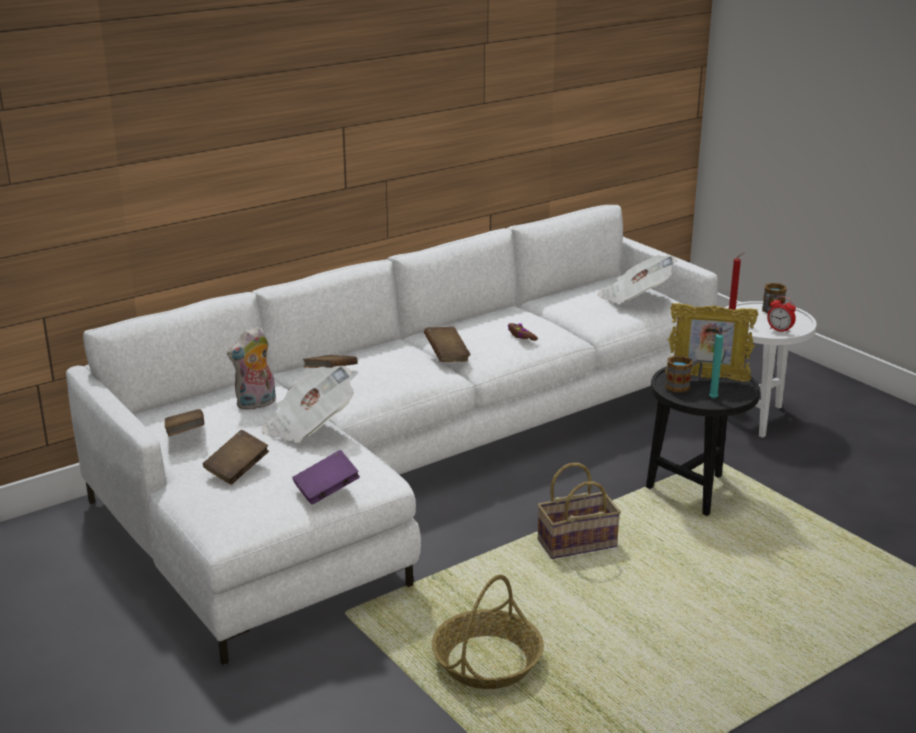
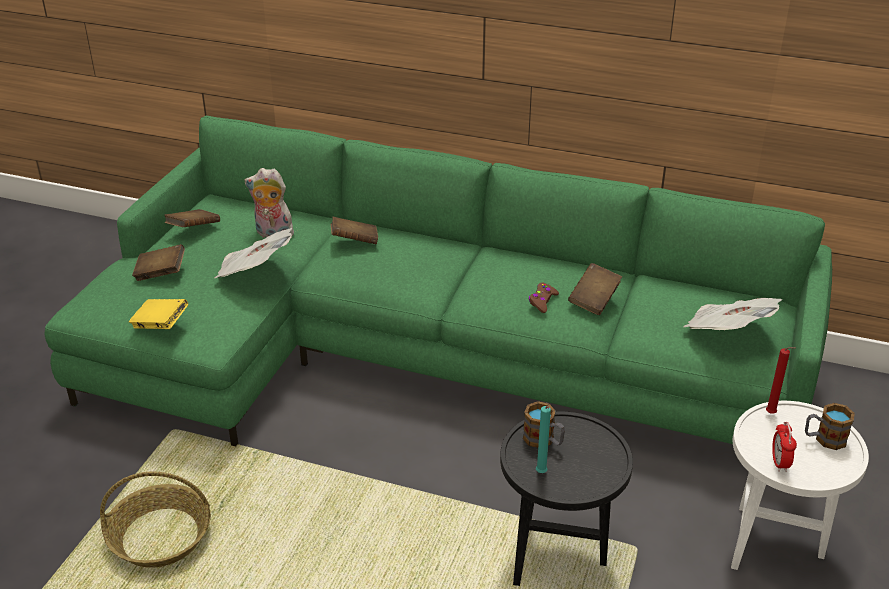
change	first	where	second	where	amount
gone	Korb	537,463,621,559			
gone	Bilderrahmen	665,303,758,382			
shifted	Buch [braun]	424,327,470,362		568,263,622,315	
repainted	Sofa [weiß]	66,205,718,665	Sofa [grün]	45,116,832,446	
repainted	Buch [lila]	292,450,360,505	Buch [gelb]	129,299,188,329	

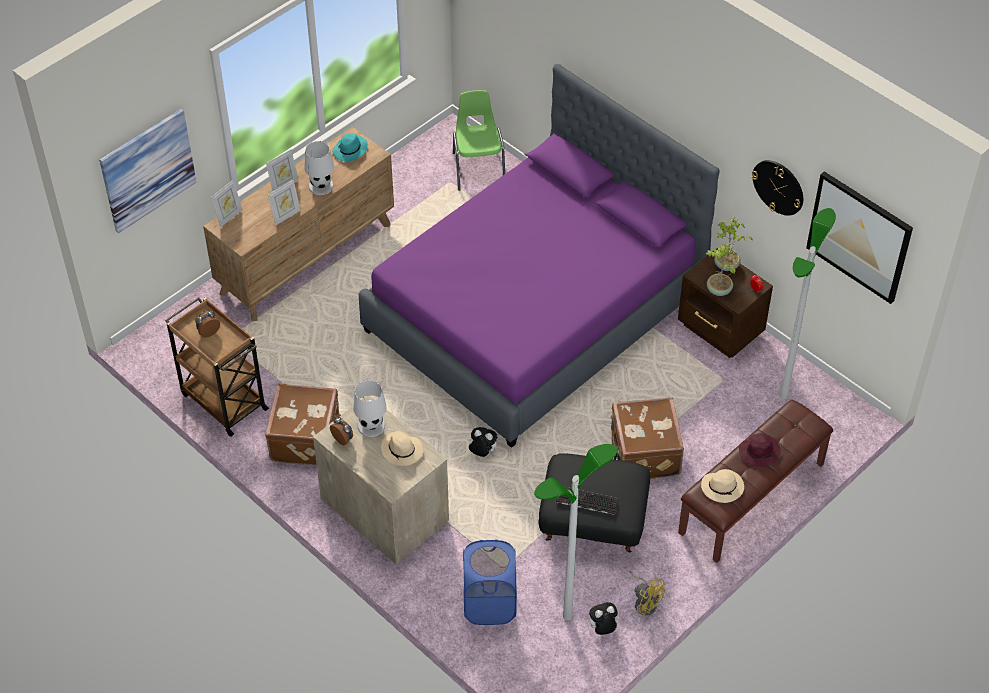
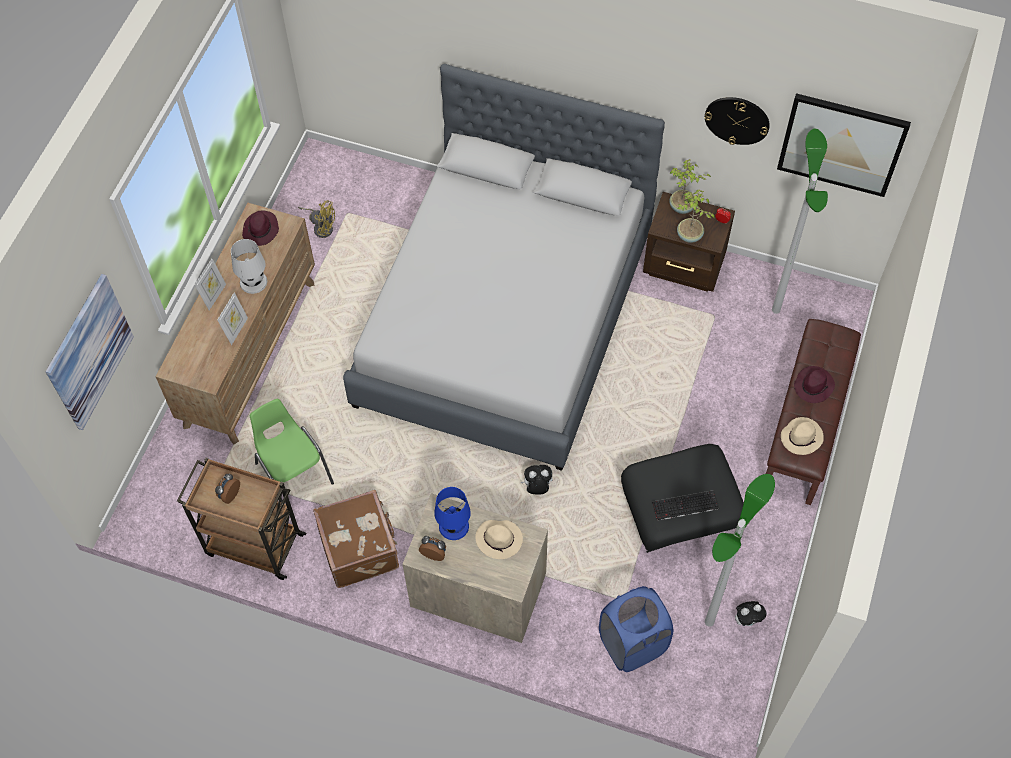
change	first	where	second	where	amount
gone	Bilderrahmen	211,180,242,227			
gone	Koffer [braun]	611,397,684,479			
shifted	Stuhl [grün]	453,90,505,191		250,399,334,502	
shifted	Ventilator [gelb]	629,571,666,616		298,200,335,238	
repainted	Hut [türkis]	332,133,368,162	Hut [lila]	242,210,279,246	
repainted	Tischlampe [weiß]	353,380,387,437	Tischlampe [blau]	434,487,471,540	
repainted	Bett [lila]	359,64,720,448	Bett [grau]	343,64,665,471	
rotated	Plüschtier	586,602,618,635		735,601,766,626	150 degrees counterclockwise

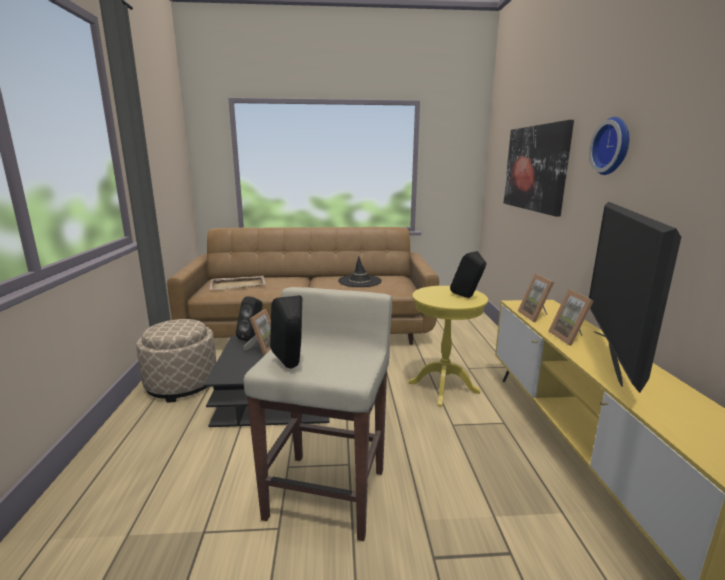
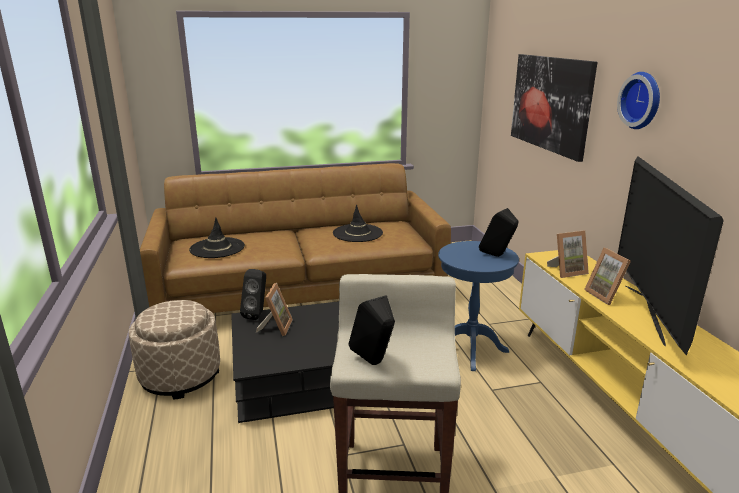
change	first	where	second	where	amount
swapped	Tablett [beige]	209,276,266,290	Hut [schwarz]	189,217,245,258	
repainted	Beistelltisch [gelb]	408,286,488,407	Beistelltisch [blau]	438,241,519,371	
rotated	Bilderrahmen	518,274,554,322		547,231,589,278	90 degrees counterclockwise

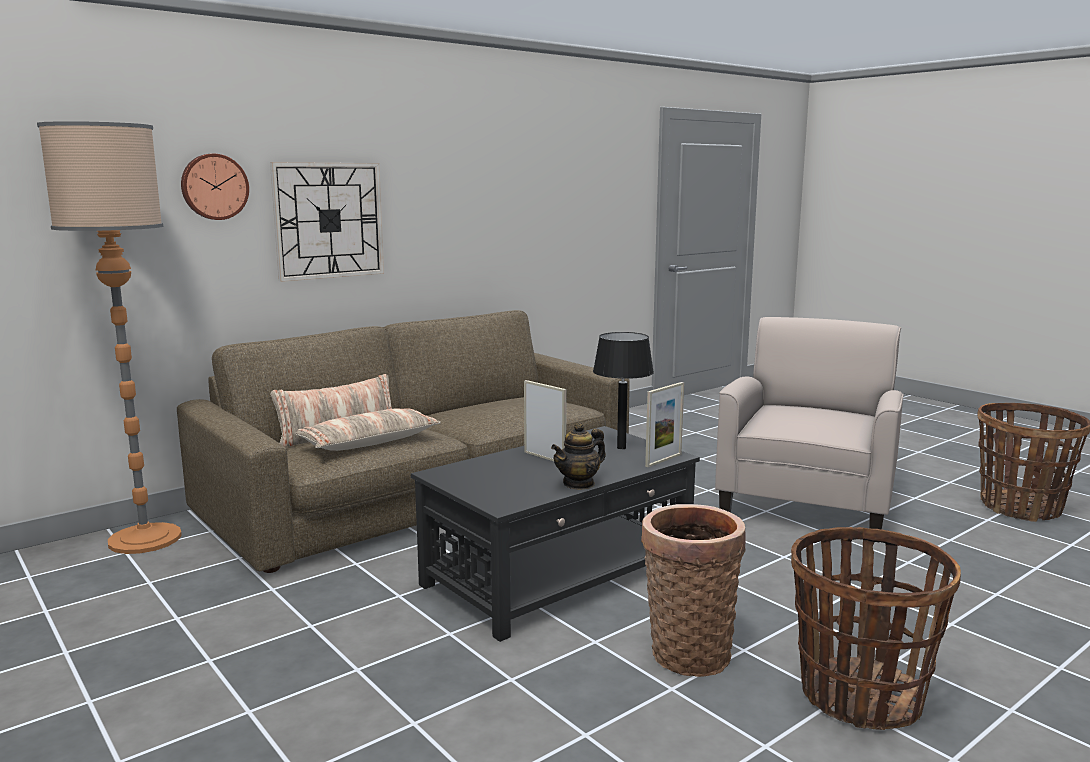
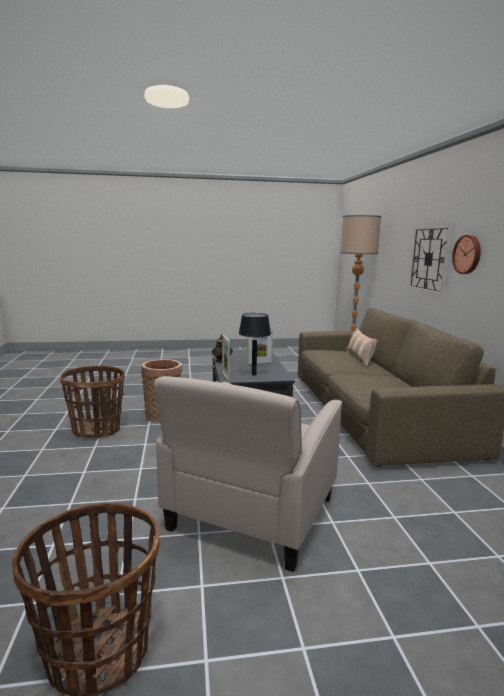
change	first	where	second	where	amount
gone	Kissen	295,408,441,451			
shifted	Wanduhr	181,154,249,220		452,235,481,274	
rotated	Sessel [beige]	715,317,904,542		155,376,342,572	60 degrees clockwise

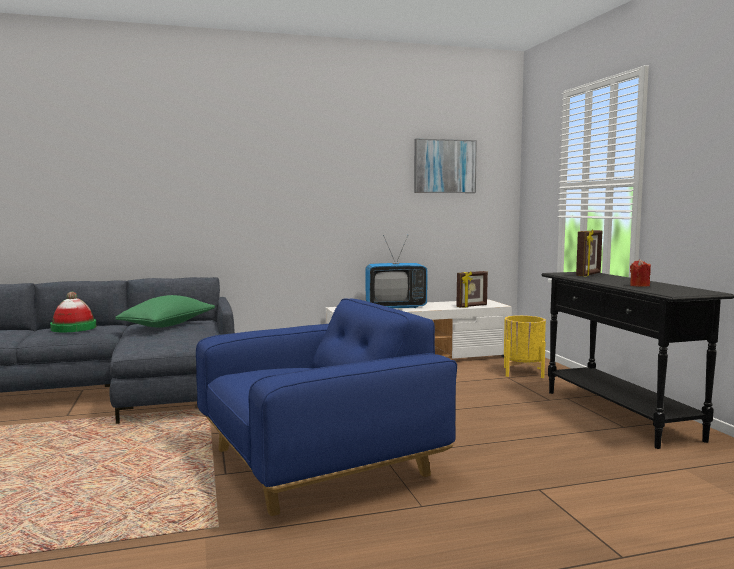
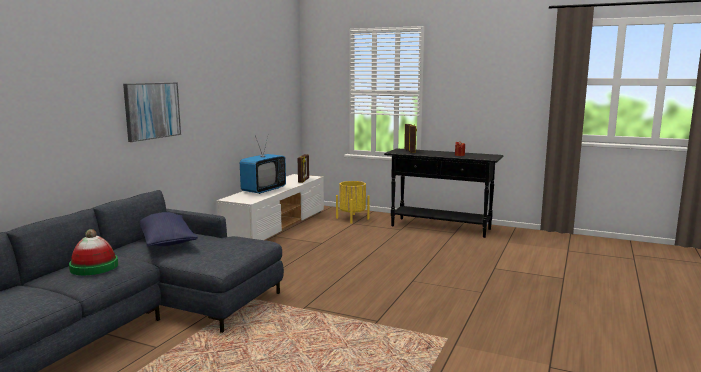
change	first	where	second	where	amount
gone	Sessel [blau]	196,298,457,516			
shifted	Bild	414,139,477,193		123,82,181,142	
repainted	Kissen [grün]	115,295,215,328	Kissen [blau]	140,212,198,246	

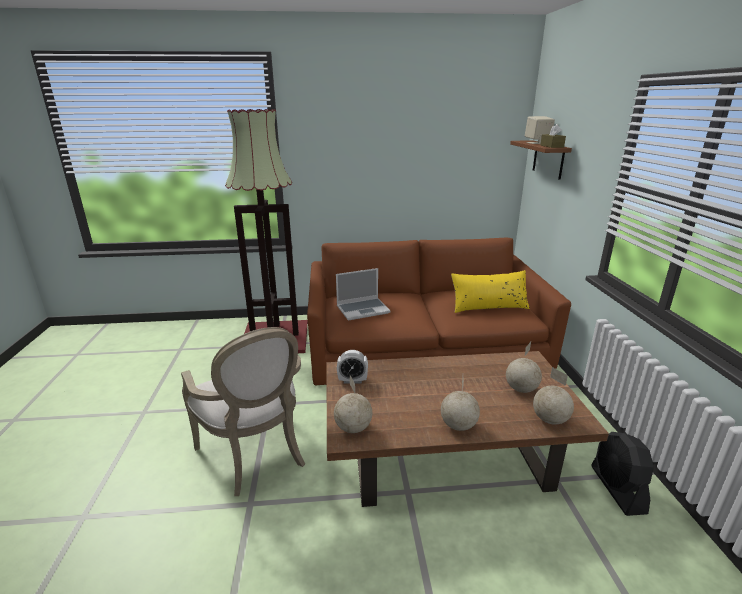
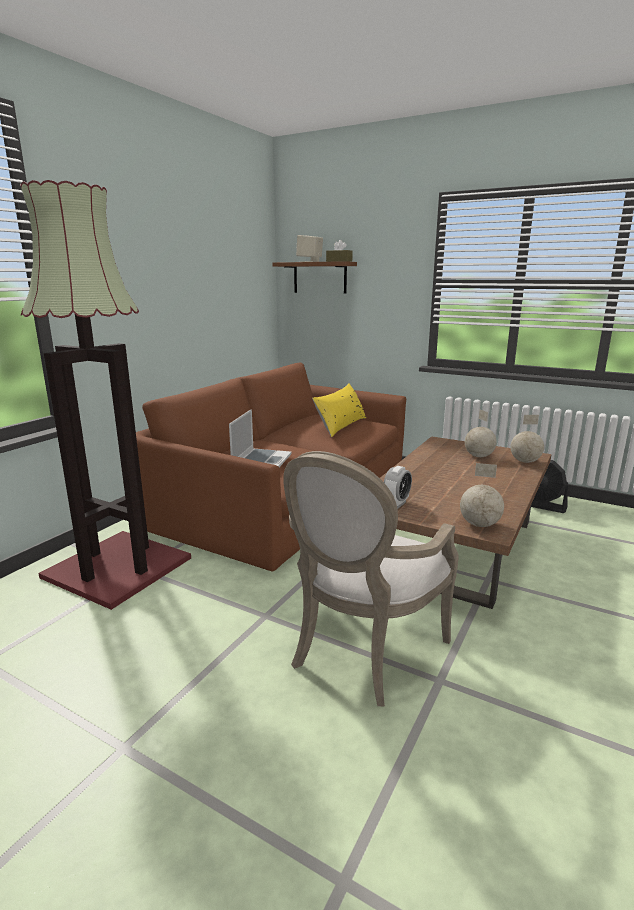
change	first	where	second	where	amount
gone	Globus	441,377,480,431			
rotated	Sessel	181,327,305,496		283,451,459,707	120 degrees clockwise

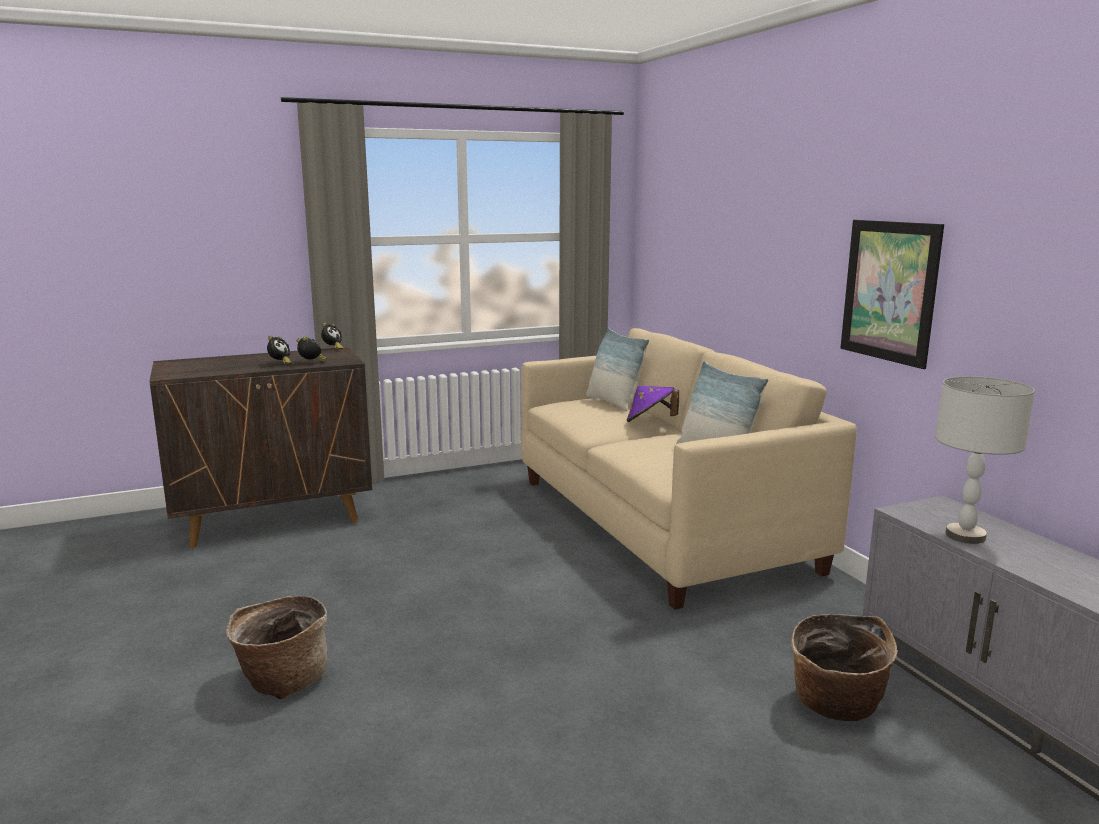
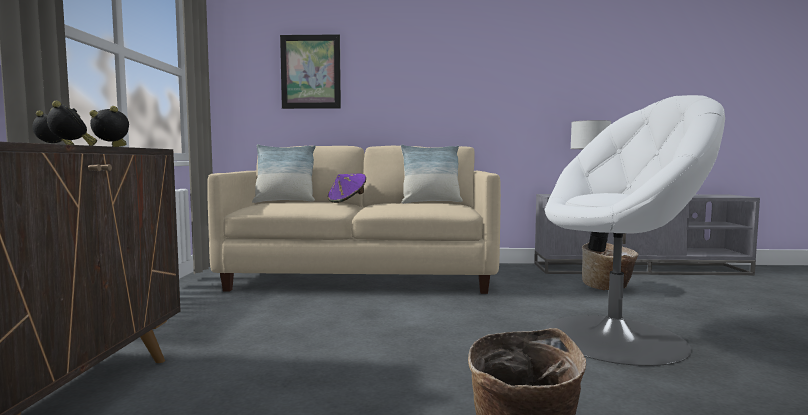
change	first	where	second	where	amount
new			Sessel [weiß]	545,95,725,366	
shifted	Bild	840,220,944,369		280,34,341,109	

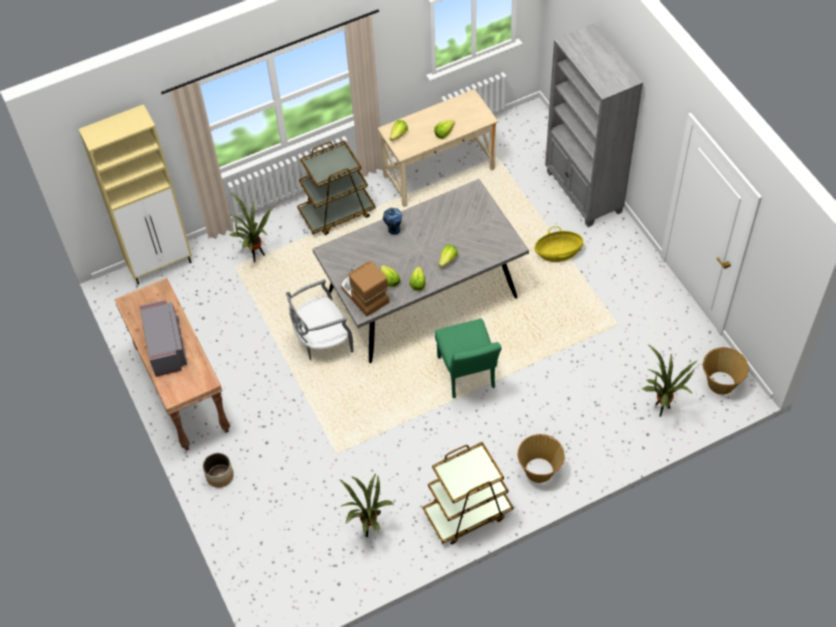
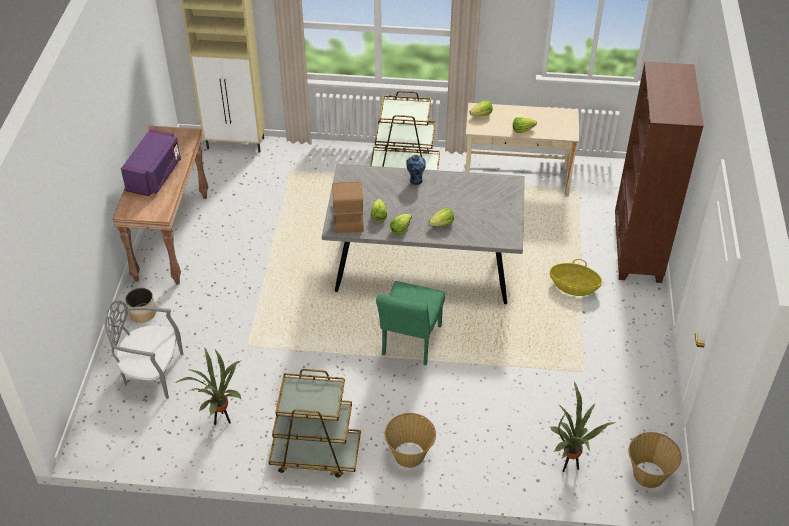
change	first	where	second	where	amount
gone	Topfpflanze	230,193,275,263			
shifted	Stuhl [grau]	286,279,354,360		104,300,183,399	
repainted	Mikrowelle [grau]	140,300,187,377	Mikrowelle [lila]	121,128,181,196	
repainted	Bücherregal [grau]	545,24,643,227	Bücherregal [braun]	615,62,704,283	

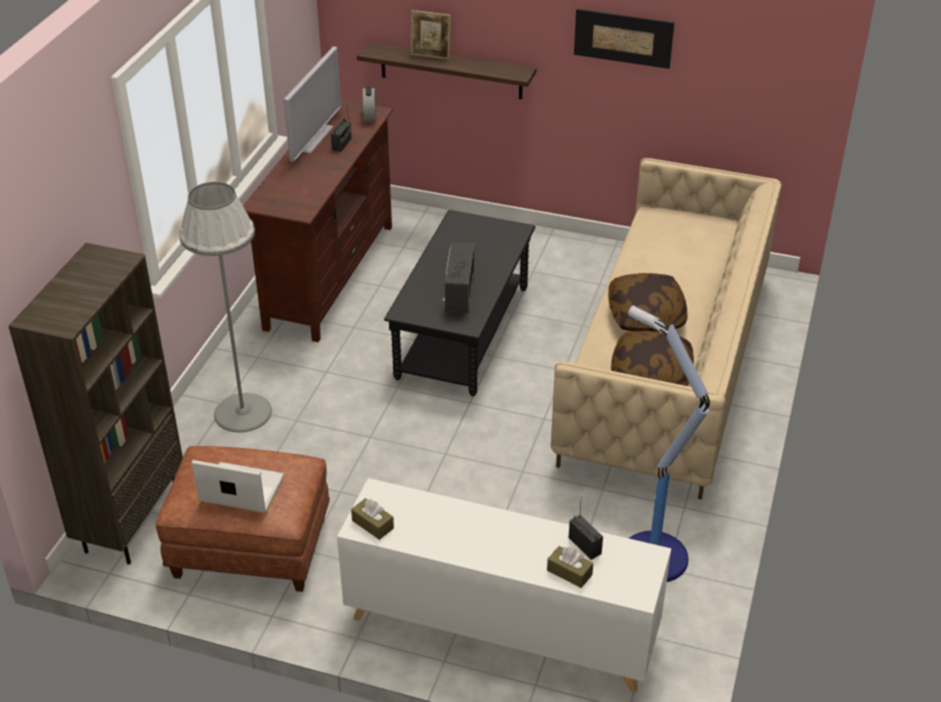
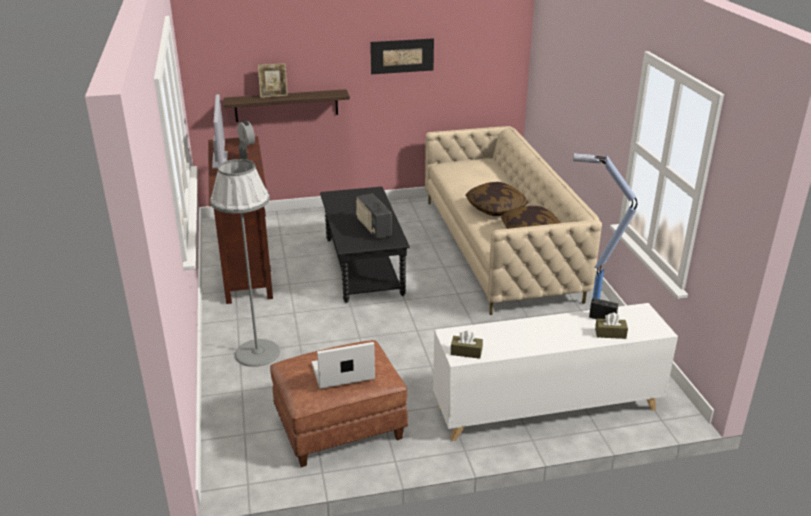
change	first	where	second	where	amount
gone	Bücherregal [braun]	9,243,183,565			

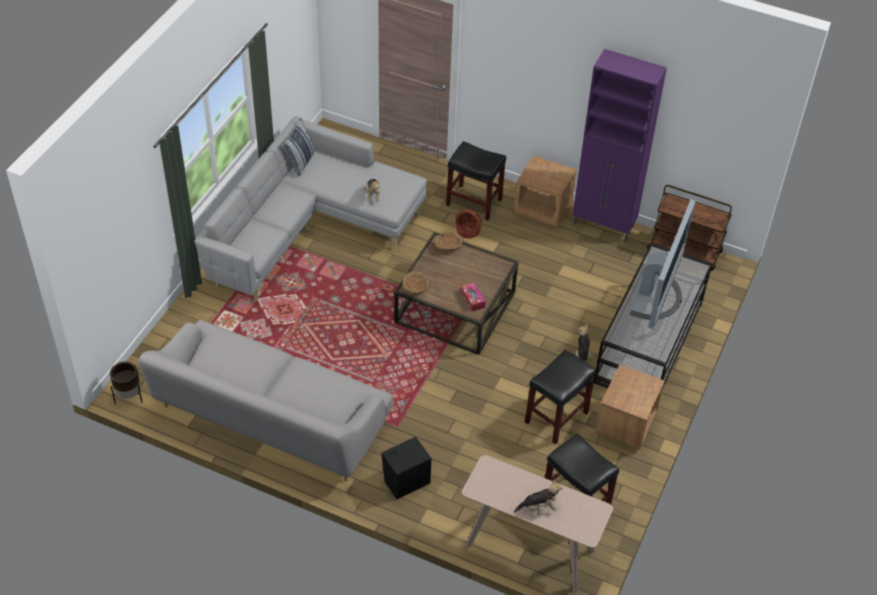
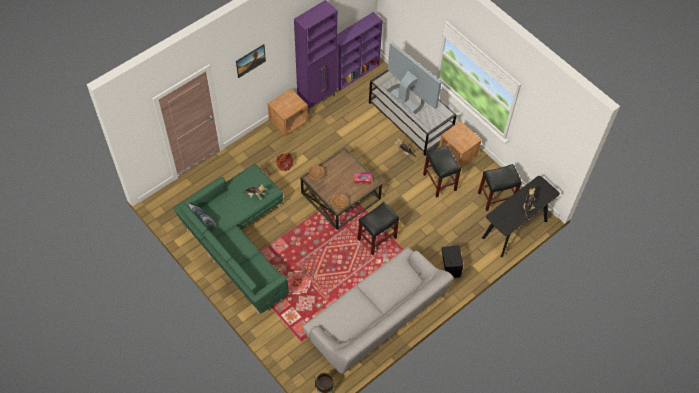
change	first	where	second	where	amount
new			Bild	236,44,266,78	
shifted	Hocker [schwarz]	446,141,506,221		358,202,399,255	
swapped	Rollwagen [braun]	647,185,732,271	Bücherregal [lila]	337,12,383,90	
repainted	Sofa [grau]	194,117,427,301	Sofa [grün]	173,164,289,314	
repainted	Konsolentisch [beige]	462,455,613,592	Konsolentisch [schwarz]	482,176,560,257	

